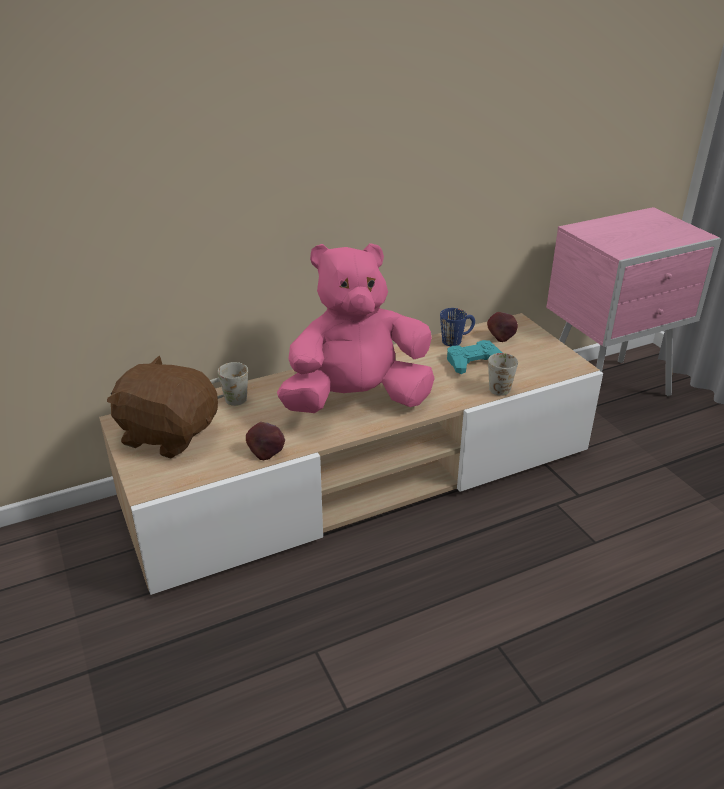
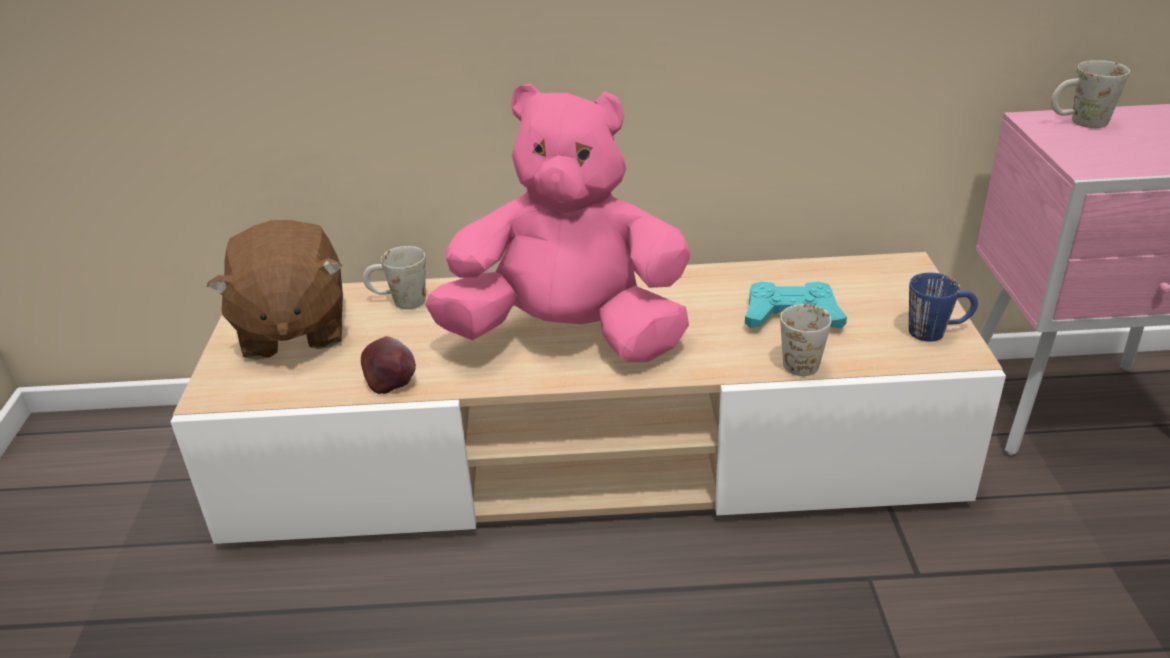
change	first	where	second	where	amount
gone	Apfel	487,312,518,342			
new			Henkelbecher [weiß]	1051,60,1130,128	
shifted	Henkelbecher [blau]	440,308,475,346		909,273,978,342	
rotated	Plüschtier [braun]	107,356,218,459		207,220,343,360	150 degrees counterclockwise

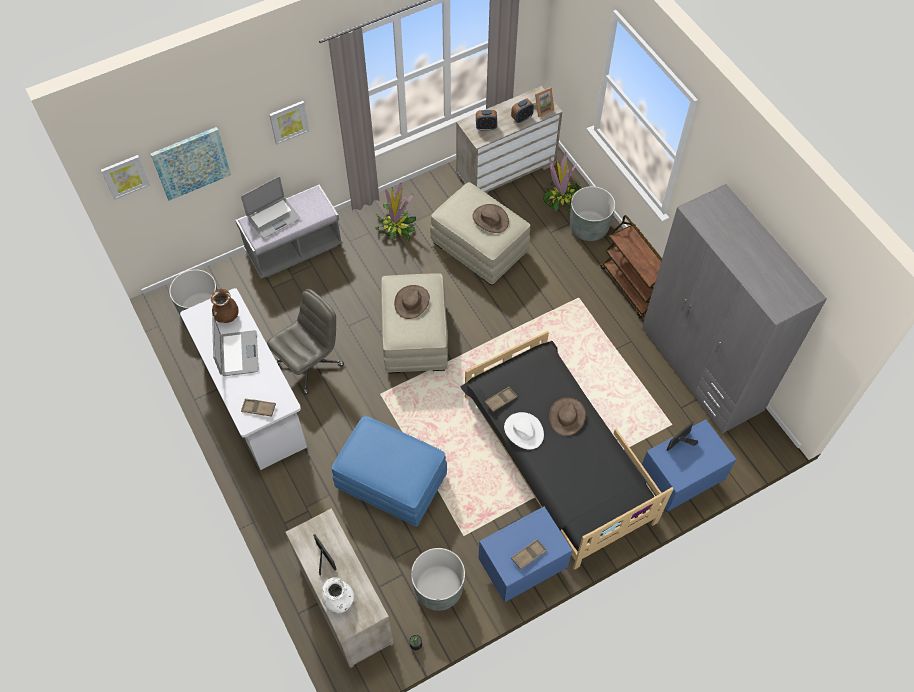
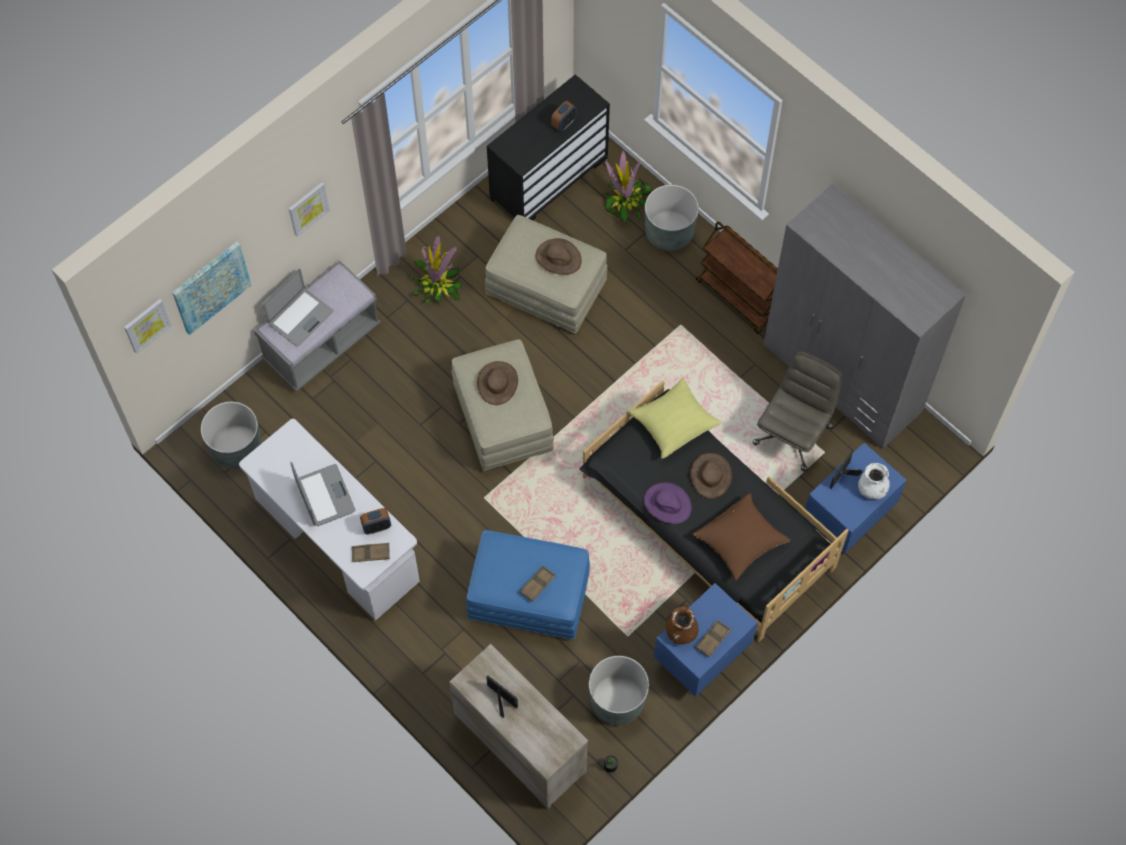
change	first	where	second	where	amount
gone	Bilderrahmen	532,87,554,117			
new			Kissen [gelb]	627,377,722,459	
new			Kissen [braun]	692,493,791,581	
shifted	Vase [braun]	211,289,239,323		666,607,698,645	
shifted	Bürostuhl [grau]	267,289,344,394		753,351,843,471	
shifted	Vase [weiß]	322,577,354,613		858,463,890,499	
shifted	Wecker	476,110,497,131		360,508,391,534	
shifted	Tablett [braun]	485,387,517,412		520,566,556,602	
repainted	Kommode [beige]	456,86,563,194	Kommode [schwarz]	487,74,610,220	
repainted	Hut [weiß]	504,412,544,450	Hut [lila]	644,482,692,524	

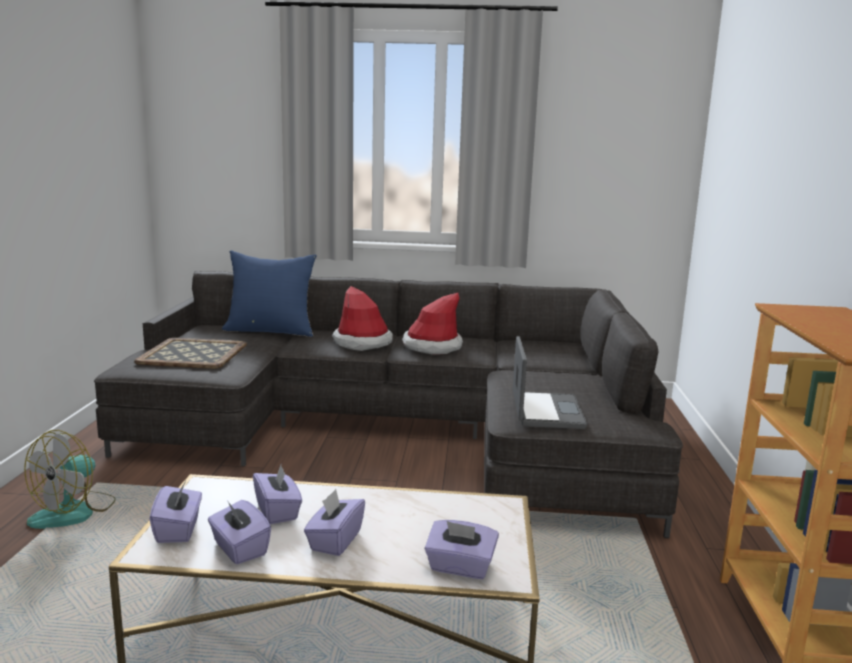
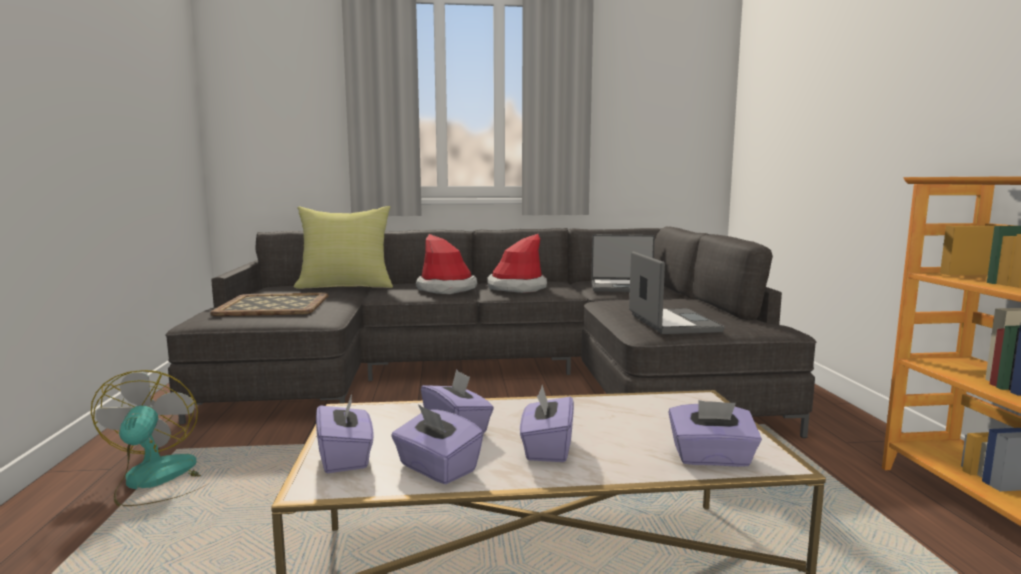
change	first	where	second	where	amount
new			Laptop	591,234,655,292	
repainted	Kissen [blau]	222,250,317,337	Kissen [gelb]	294,206,393,289	
rotated	Ventilator	24,430,116,529		91,370,206,507	150 degrees clockwise

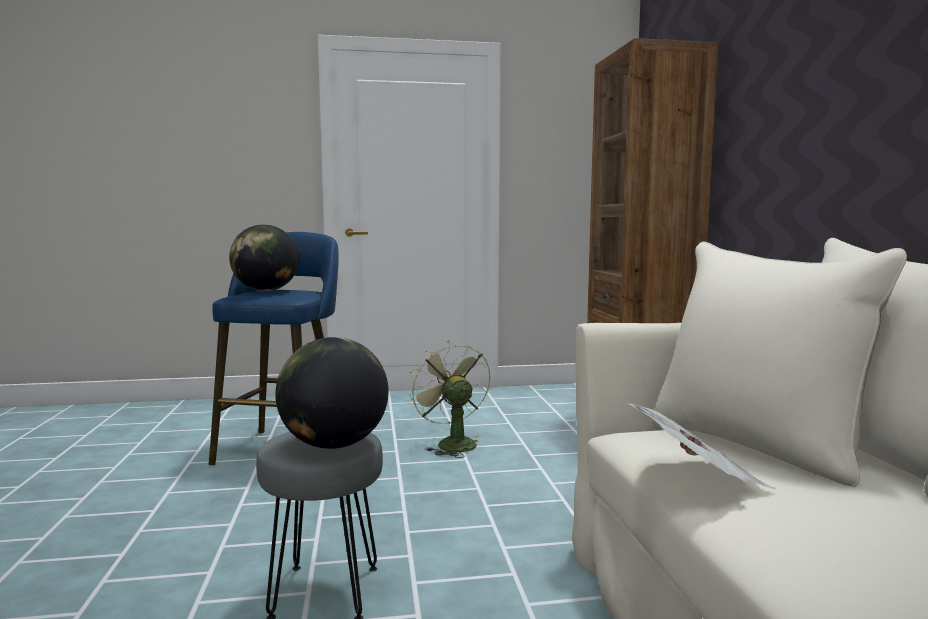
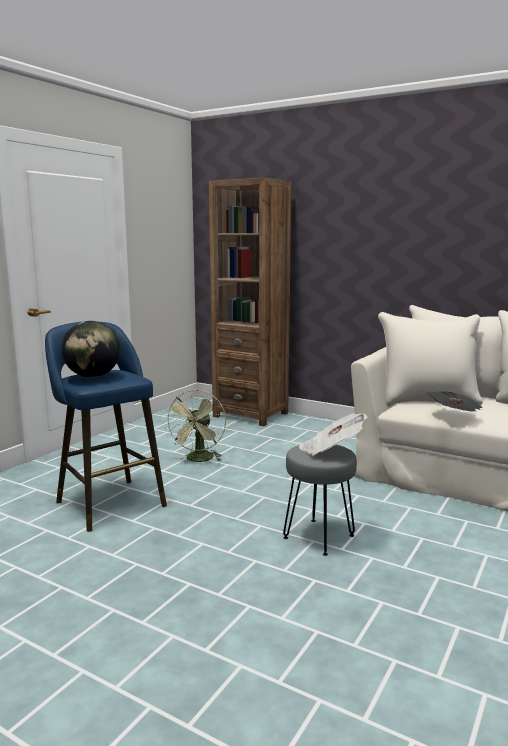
change	first	where	second	where	amount
swapped	Globus	275,337,389,449	Zeitung	299,413,368,456	
rotated	Ventilator [grün]	409,341,490,458		166,389,226,462	90 degrees counterclockwise

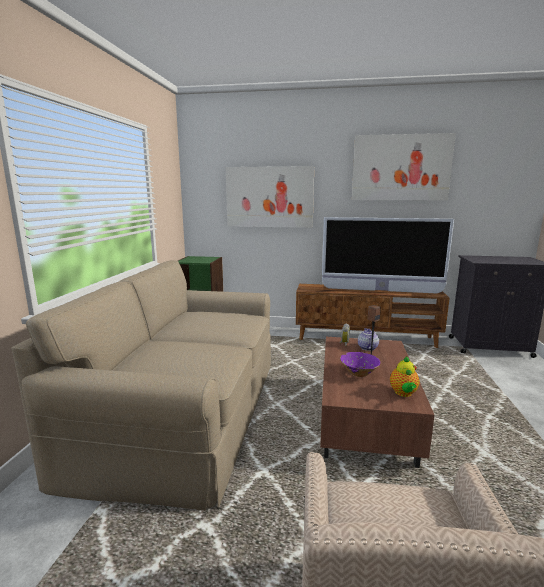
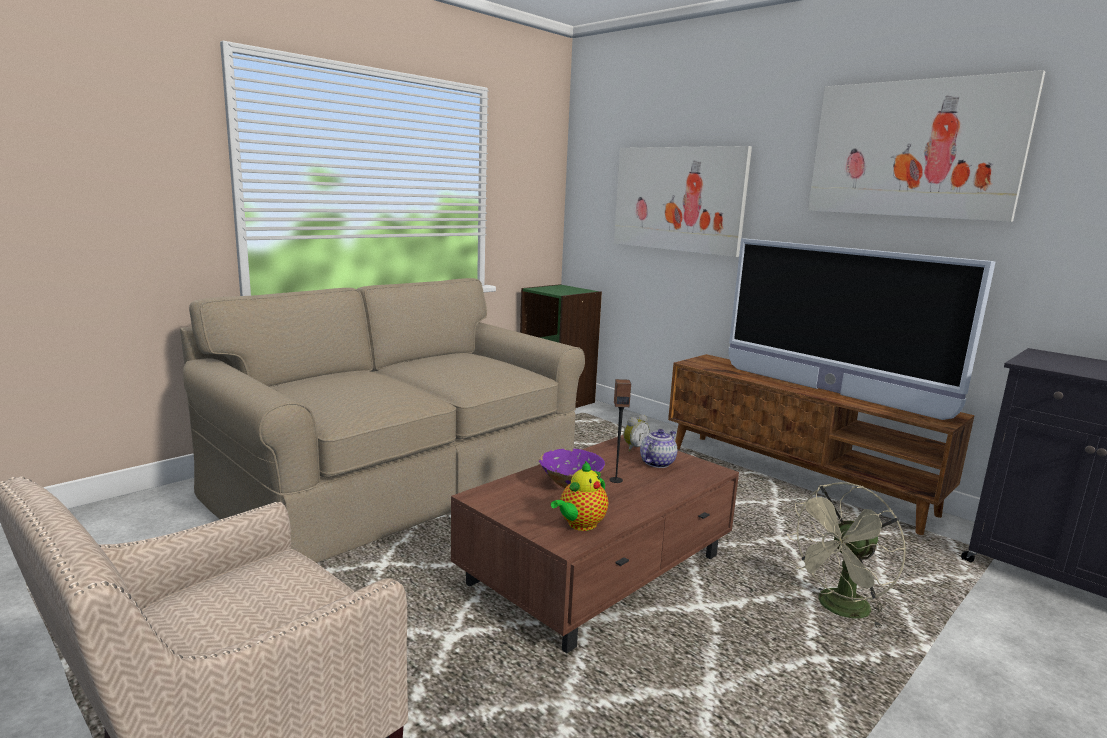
change	first	where	second	where	amount
new			Ventilator [beige]	786,482,906,628	

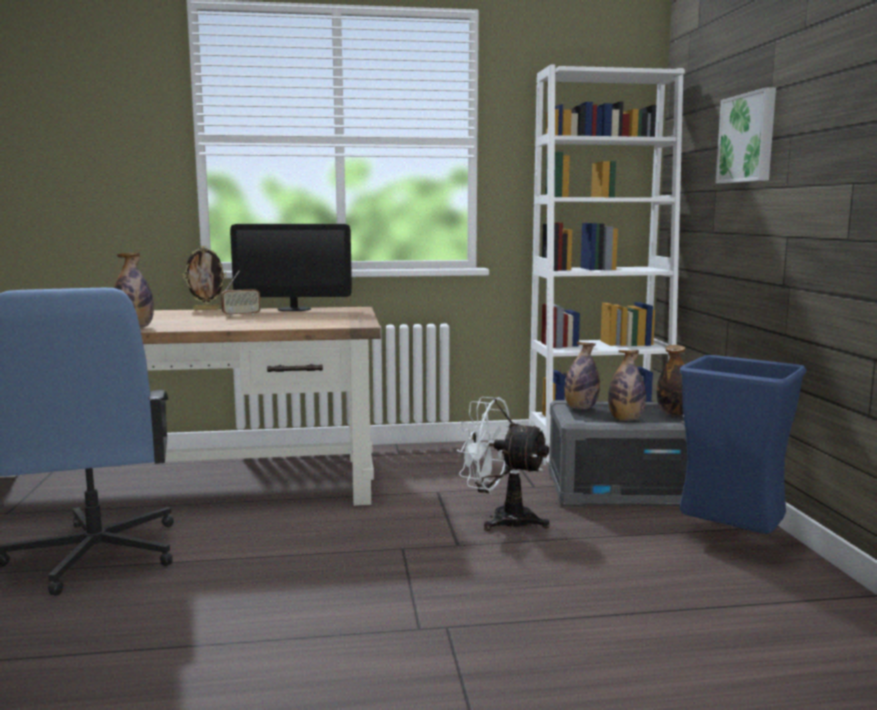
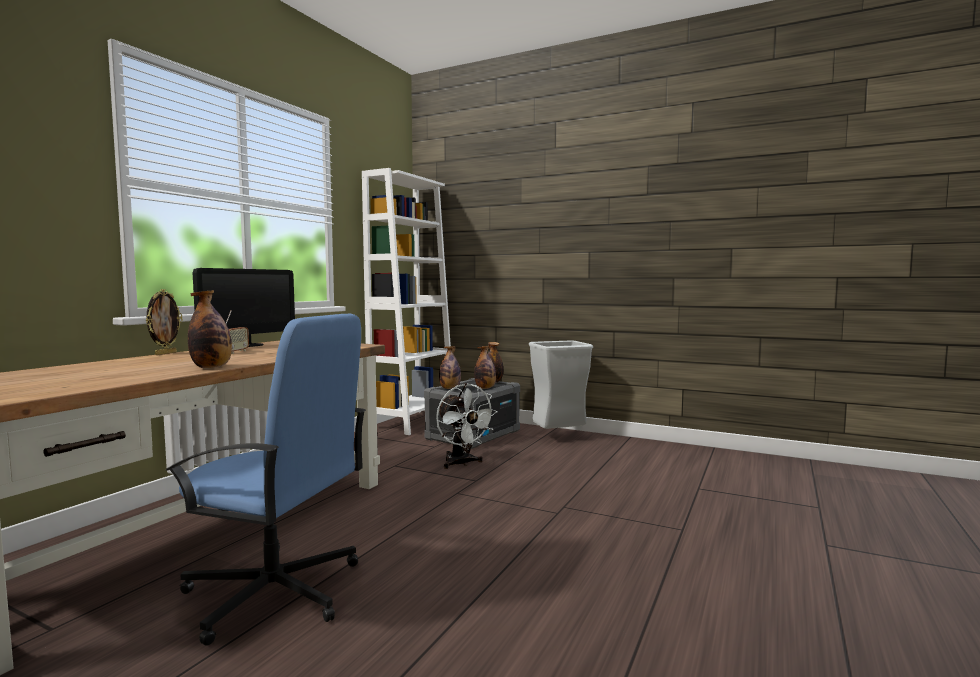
change	first	where	second	where	amount
gone	Bild	715,87,776,184			
repainted	Mülleimer [blau]	680,355,806,534	Mülleimer [grau]	529,341,593,429	
rotated	Ventilator [weiß]	457,397,550,531		436,383,498,469	90 degrees counterclockwise

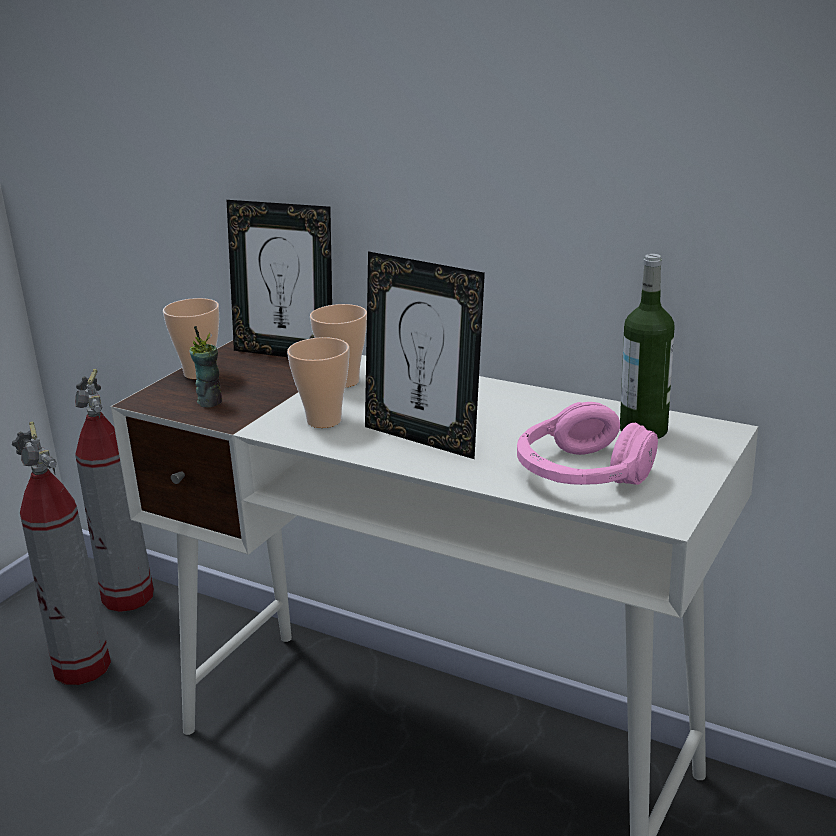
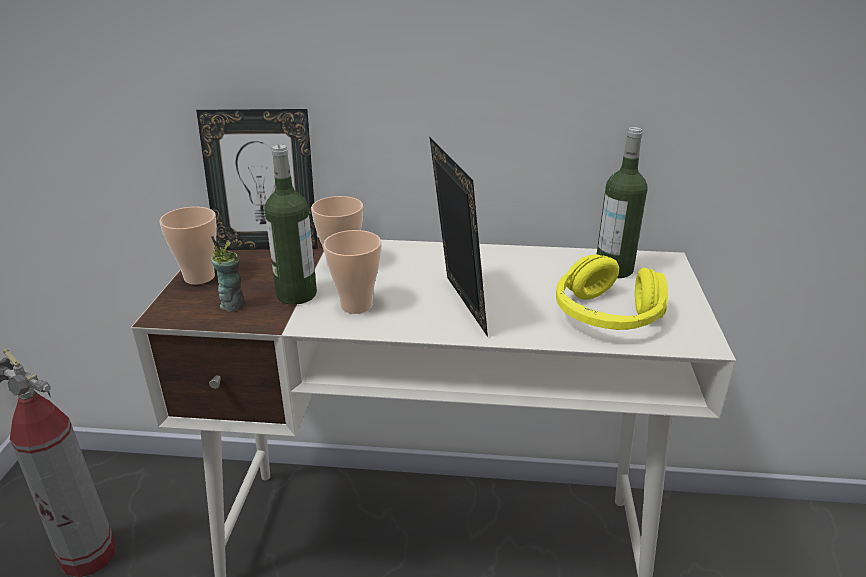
change	first	where	second	where	amount
gone	Feuerlöscher	75,369,154,612			
new			Flasche	264,145,317,305	
repainted	Kopfhörer [rosa]	517,402,658,485	Kopfhörer [gelb]	556,254,668,330	
rotated	Bilderrahmen	365,251,485,459		430,137,488,337	120 degrees counterclockwise

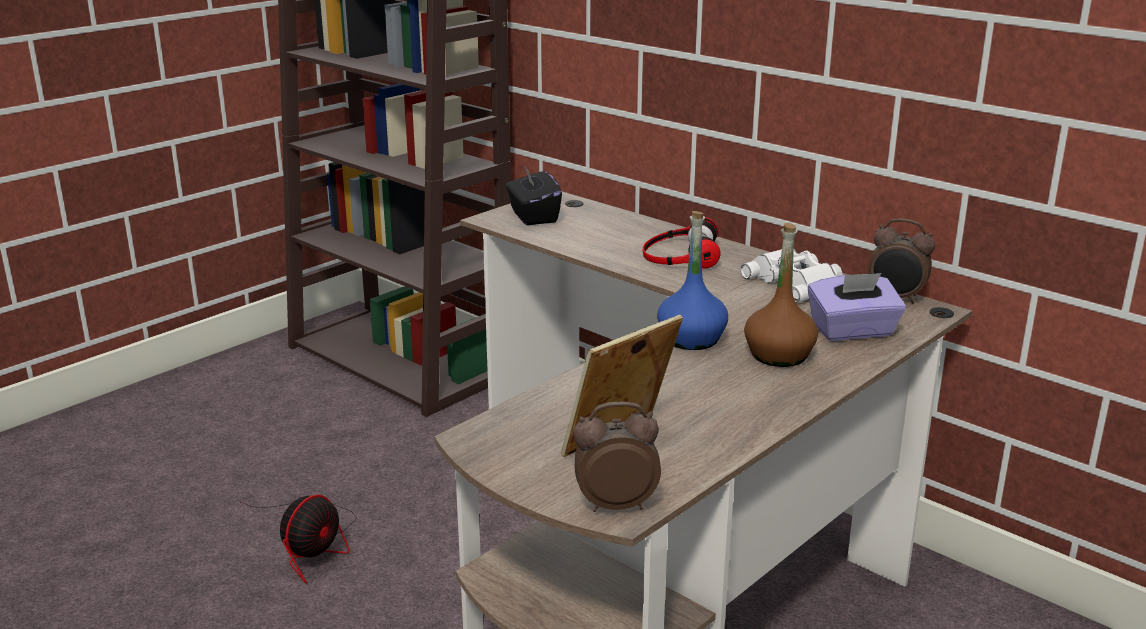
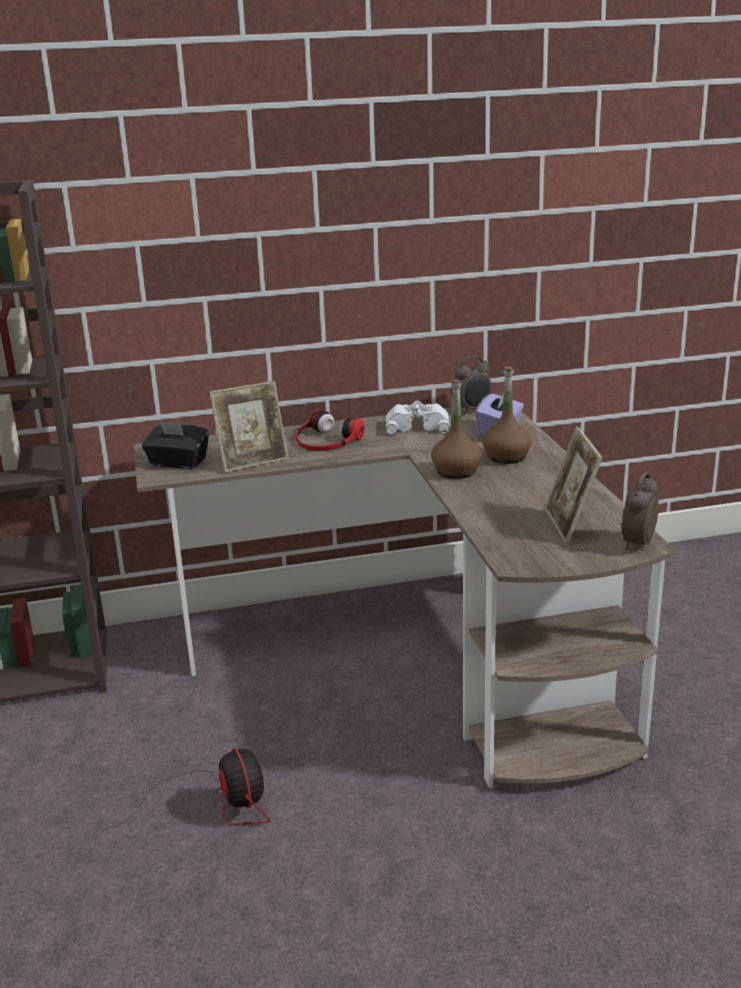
change	first	where	second	where	amount
new			Bilderrahmen	209,381,289,473	
repainted	Flasche [blau]	657,211,728,350	Flasche [braun]	431,380,482,479	

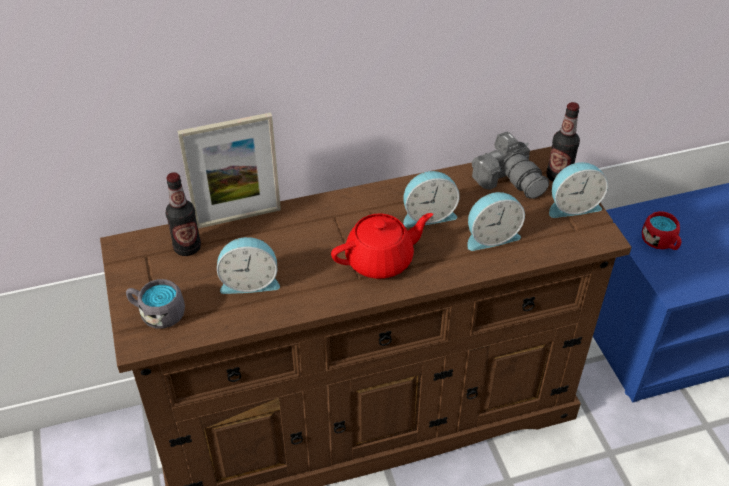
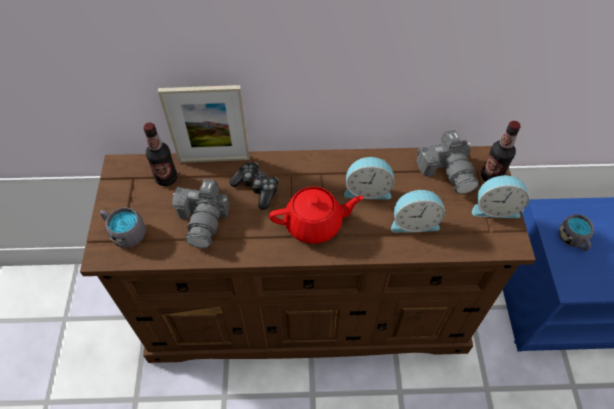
change	first	where	second	where	amount
new			Gamepad	229,162,279,210	
swapped	Wecker	217,237,280,294	Kamera	172,179,230,248	
repainted	Henkelbecher [rot]	642,211,681,250	Henkelbecher [grau]	558,214,594,251	

